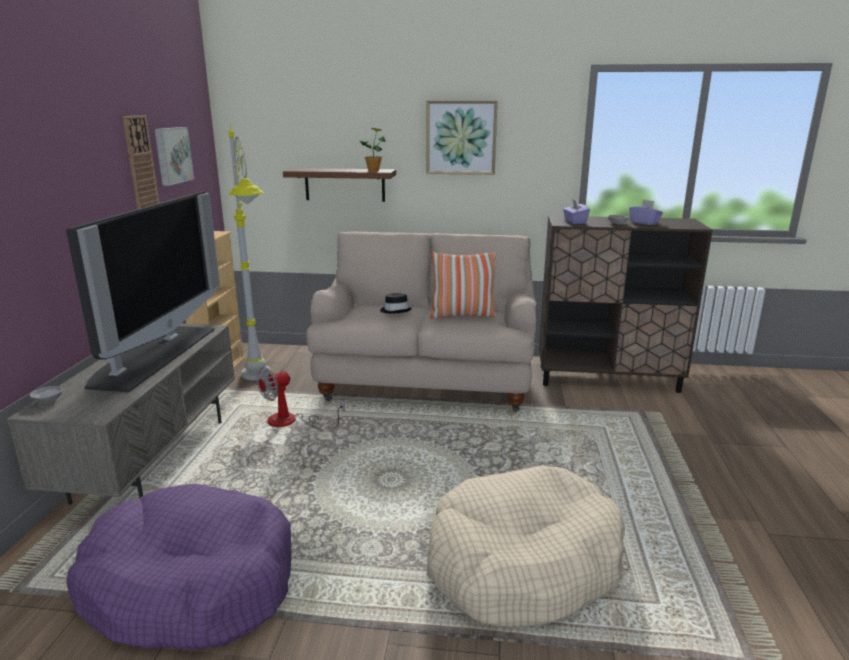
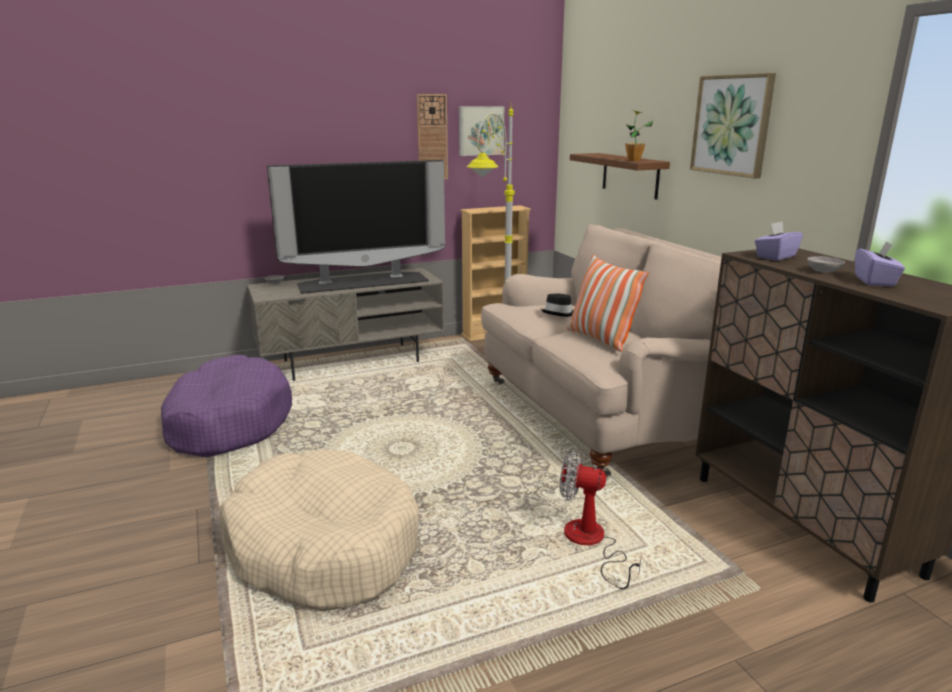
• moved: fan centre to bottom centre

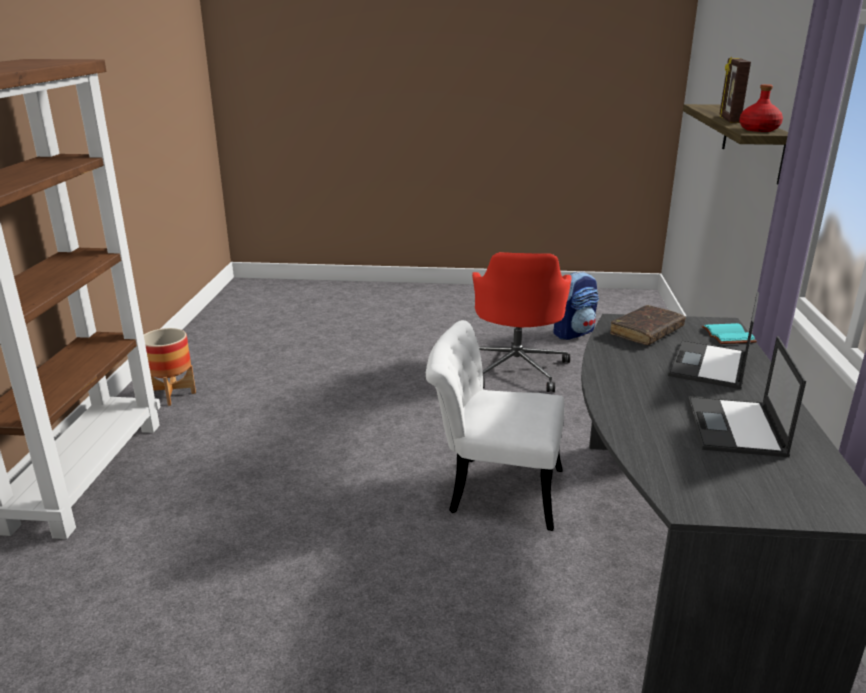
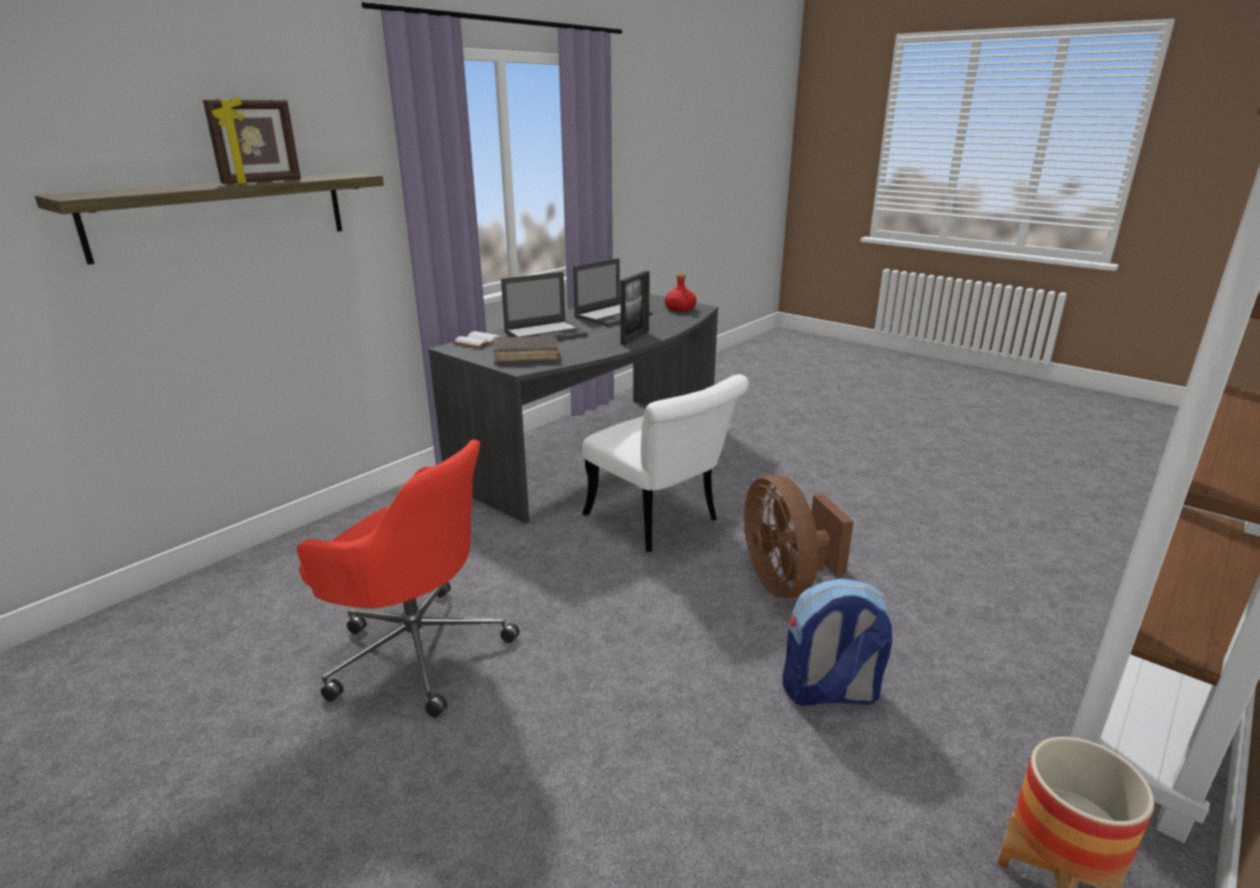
• moved: red bottle top right to top centre
• turned: red office chair centre = middle left 75 degrees clockwise
• moved: backpack centre to bottom centre
• recoloured: turquoise book middle right to white book centre
• added: picture frame (2nd from left) centre
• added: brown fan centre

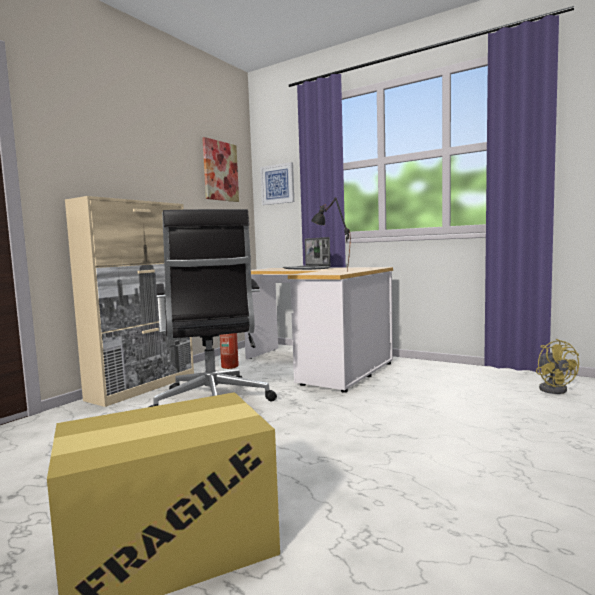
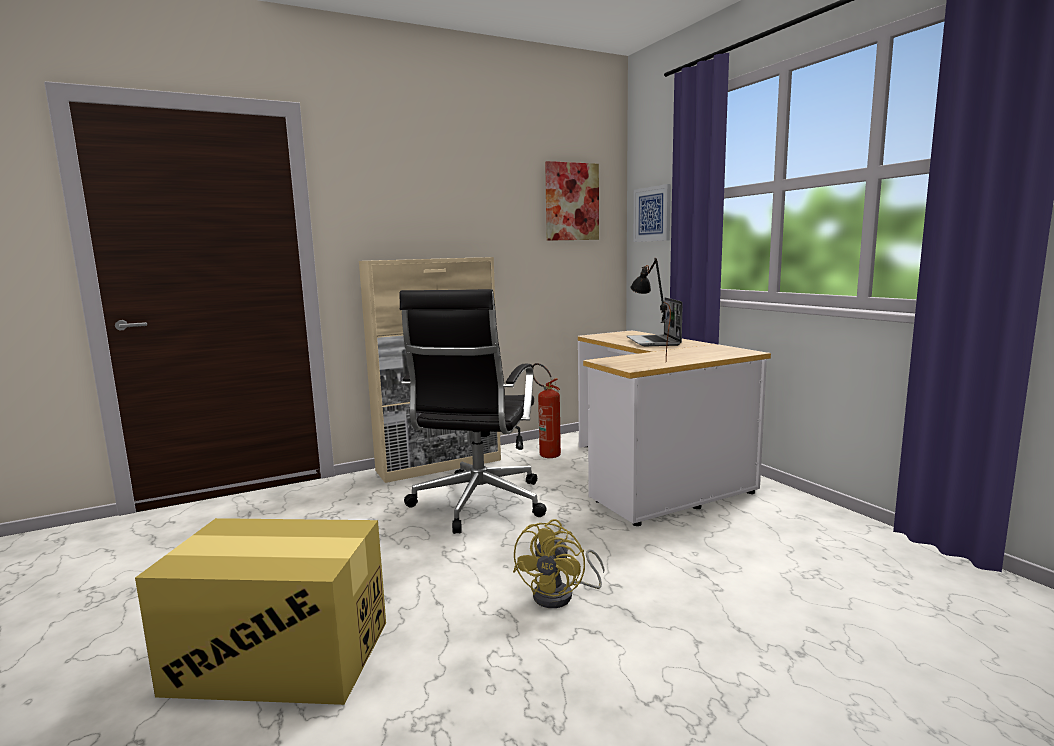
• moved: yellow fan middle right to bottom centre

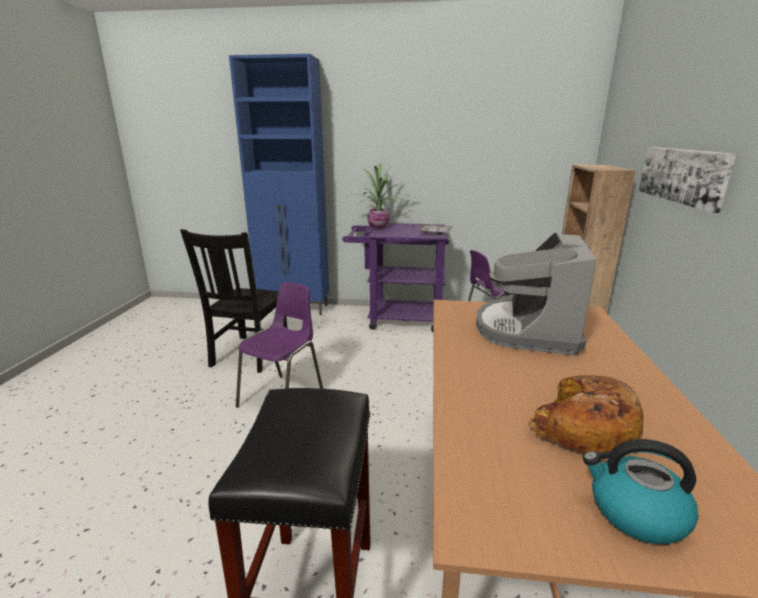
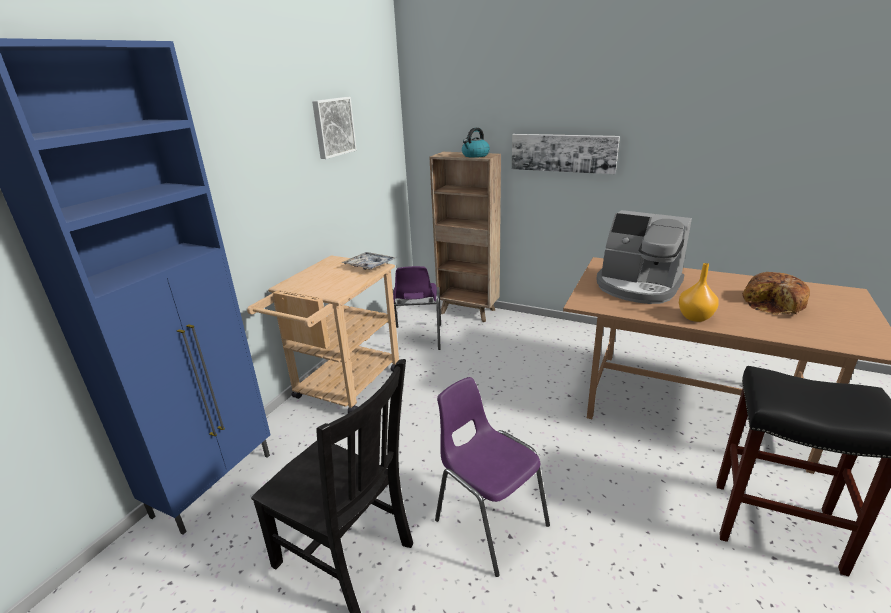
• removed: potted plant top centre
• recoloured: purple cart centre to beige cart centre
• moved: kettle bottom right to top centre
• added: picture (1st from left) top centre
• added: orange vase middle right

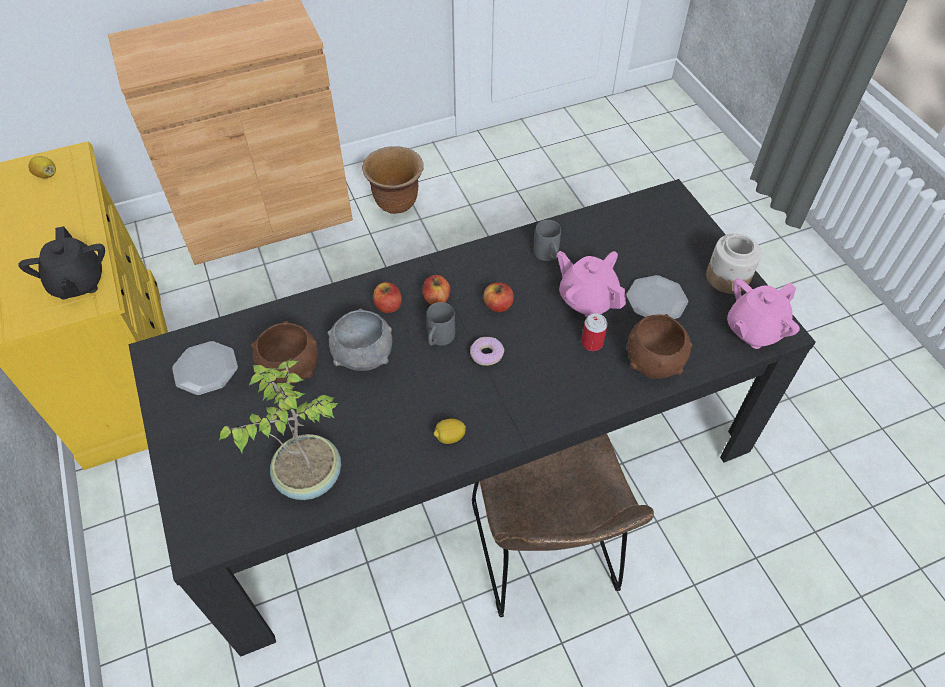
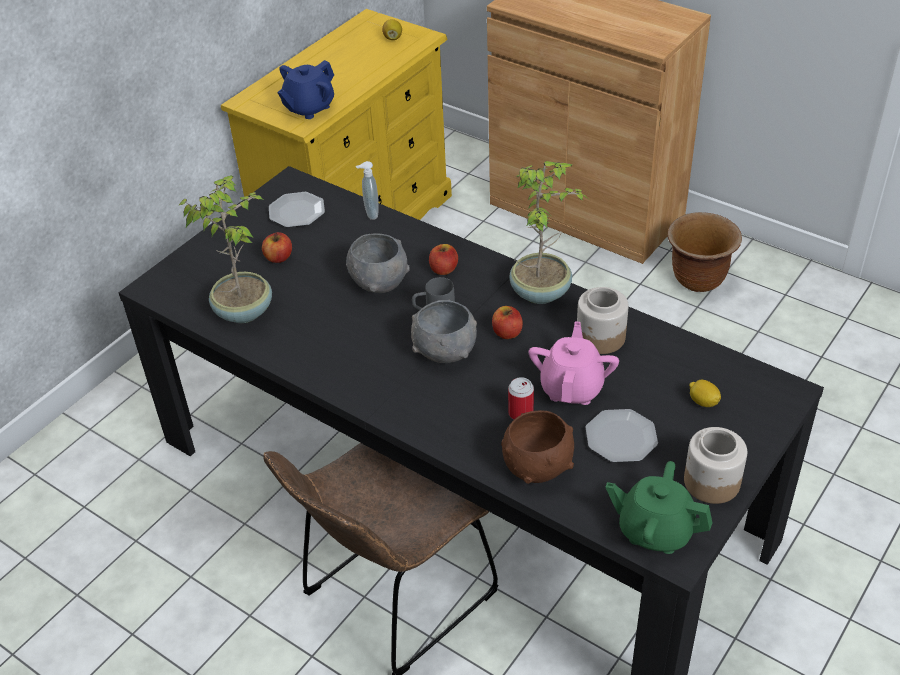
• replaced: grey mug (2nd from left) centre to jar (1st from left) middle right
• recoloured: black teapot middle left to blue teapot top centre
• moved: apple (2nd from left in the first image) centre to apple (1st from left) middle left
• recoloured: pink teapot (2nd from left) middle right to green teapot bottom right
• removed: brown bowl (1st from left) middle left
• replaced: donut centre to grey bowl (2nd from left) centre
• moved: lemon (2nd from left) centre to middle right
• added: soap dispenser top centre
• added: potted plant (2nd from left) centre

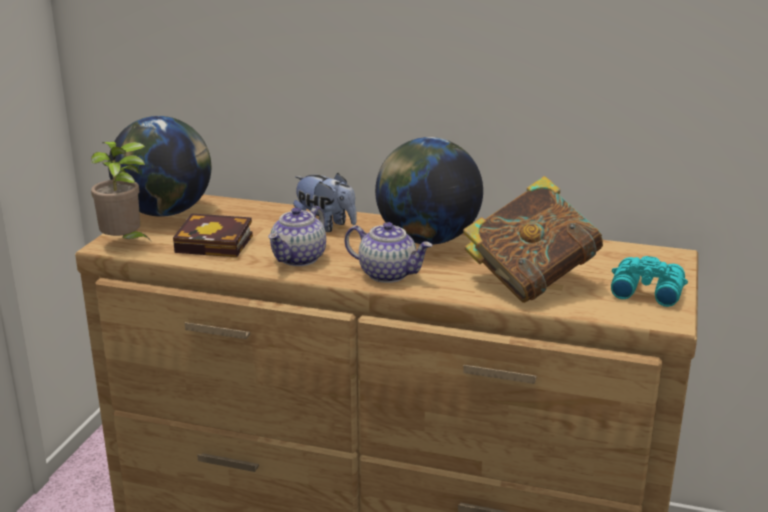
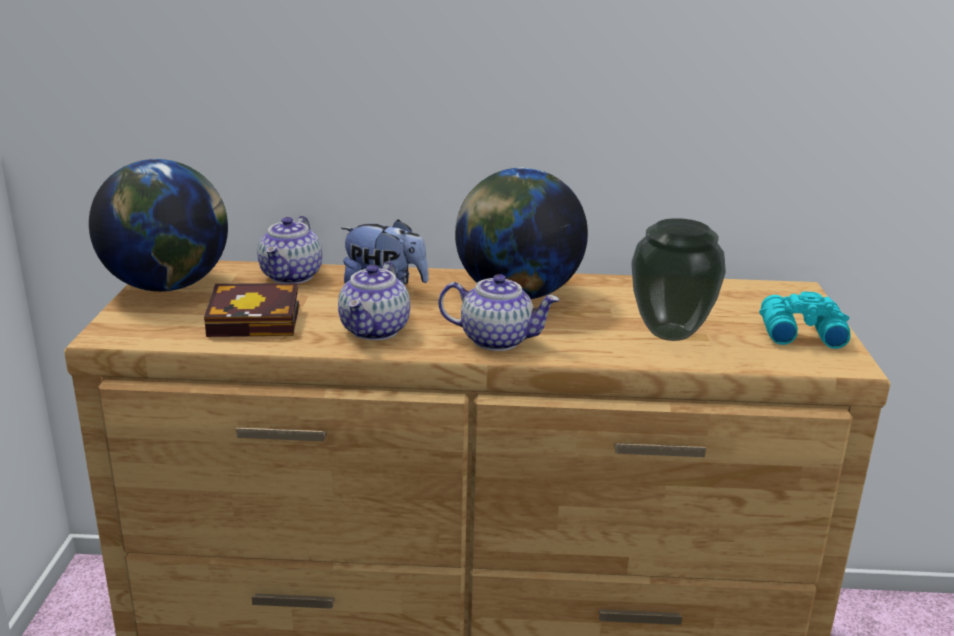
• removed: potted plant middle left
• replaced: book (2nd from left) middle right to vase middle right
• added: teapot (1st from left) middle left

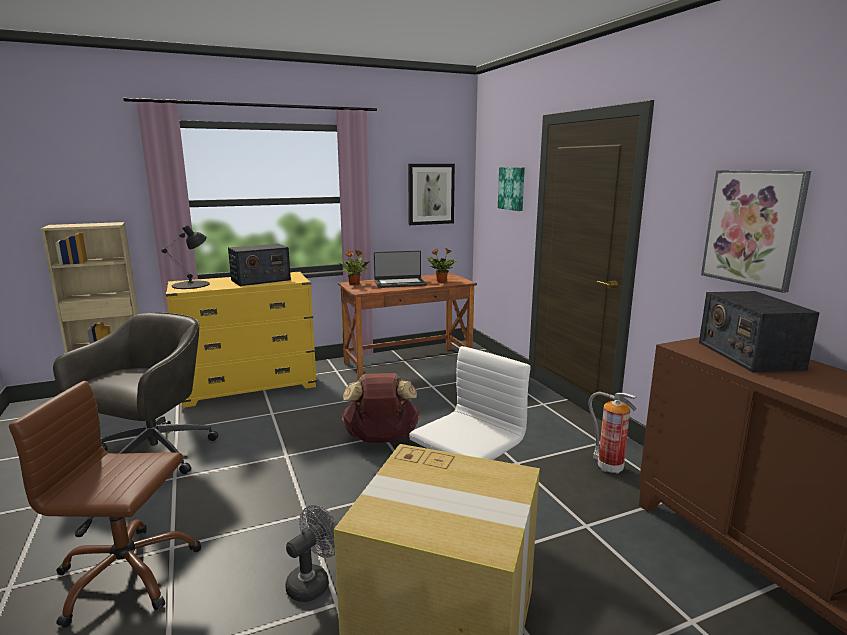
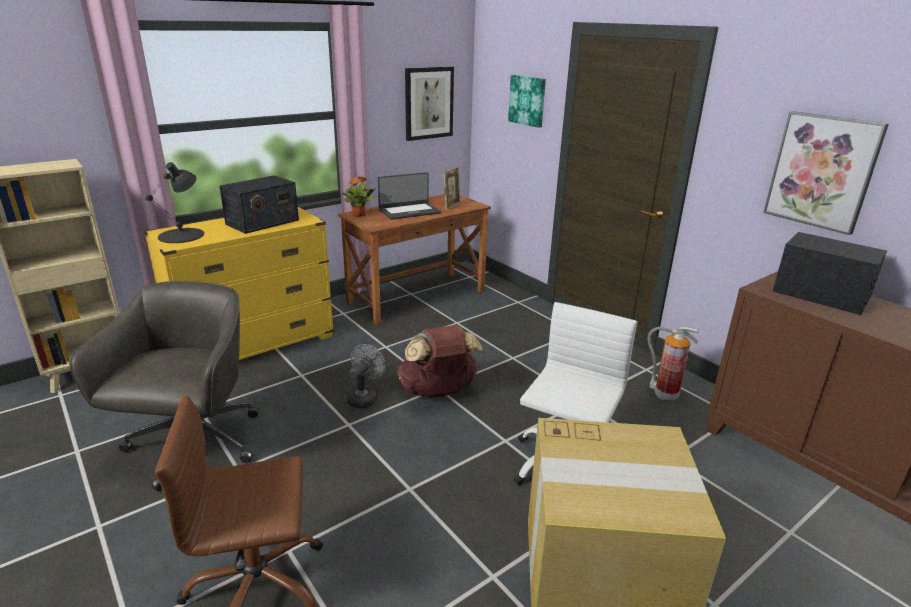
• replaced: potted plant (2nd from left) centre to picture frame top centre
• turned: radio (2nd from left) middle right = middle right 150 degrees clockwise
• moved: grey fan bottom centre to centre

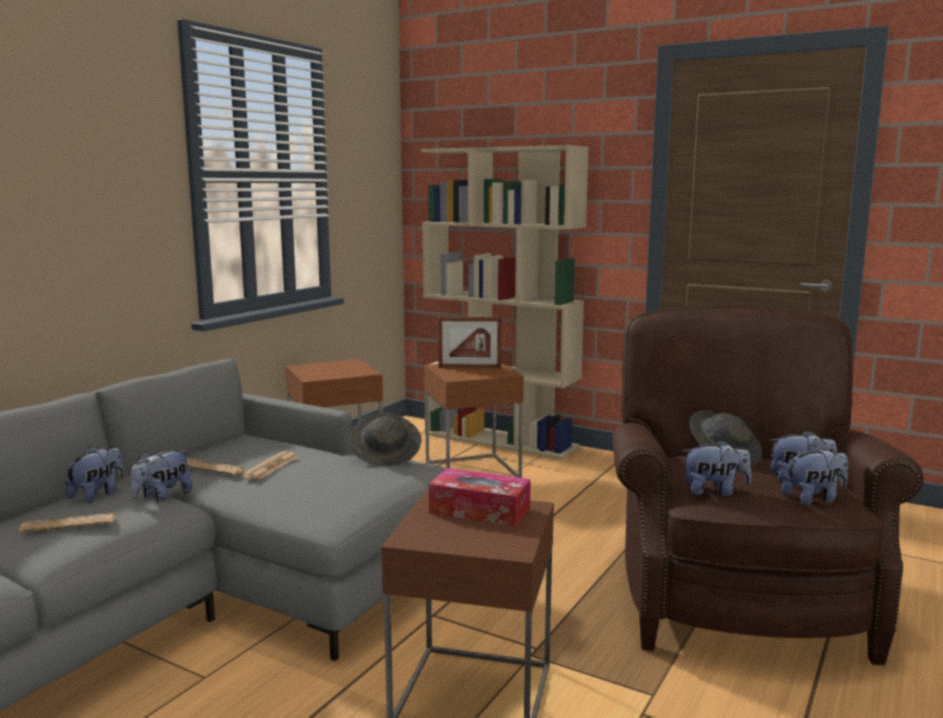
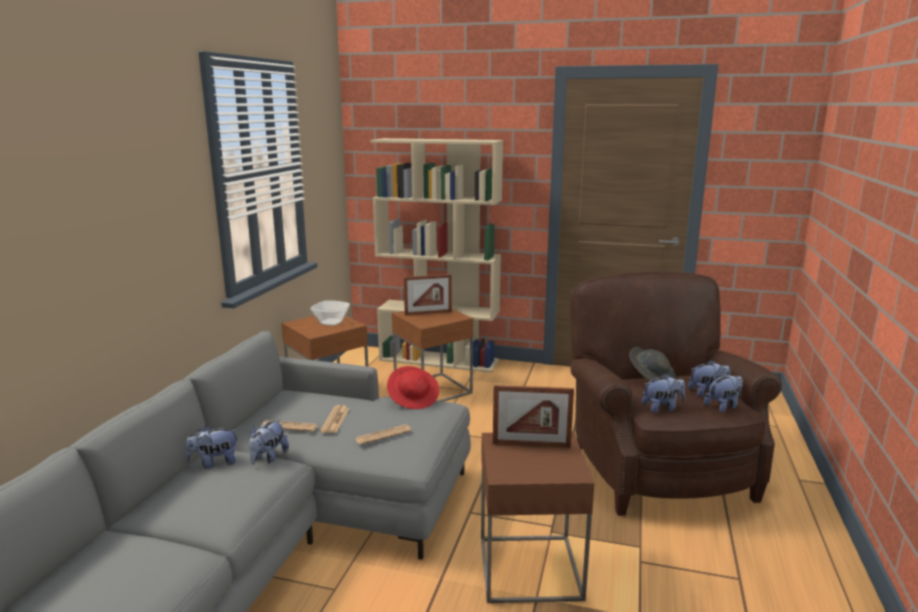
• recoloured: grey hat (1st from left) centre to red hat centre
• turned: plush toy (1st from left) middle left = bottom left 120 degrees counterclockwise
• replaced: tissue box bottom centre to picture frame (2nd from left) bottom centre
• moved: newspaper (1st from left in the first image) bottom left to newspaper (3rd from left) bottom centre
• added: bowl centre

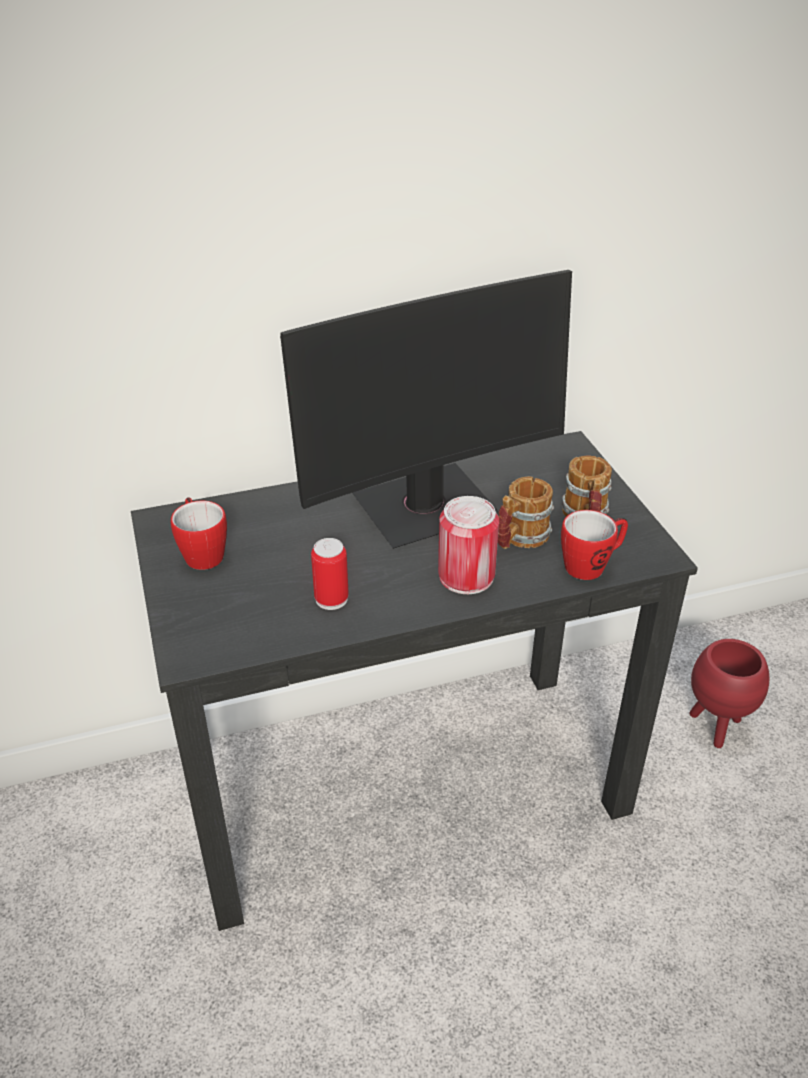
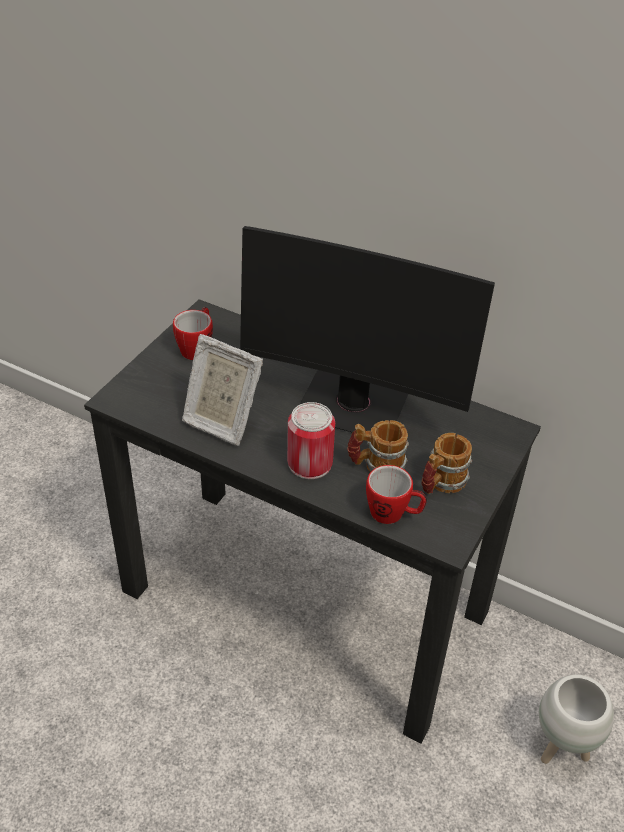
• replaced: can (1st from left) centre to picture frame centre
• recoloured: red planter middle right to white planter bottom right

